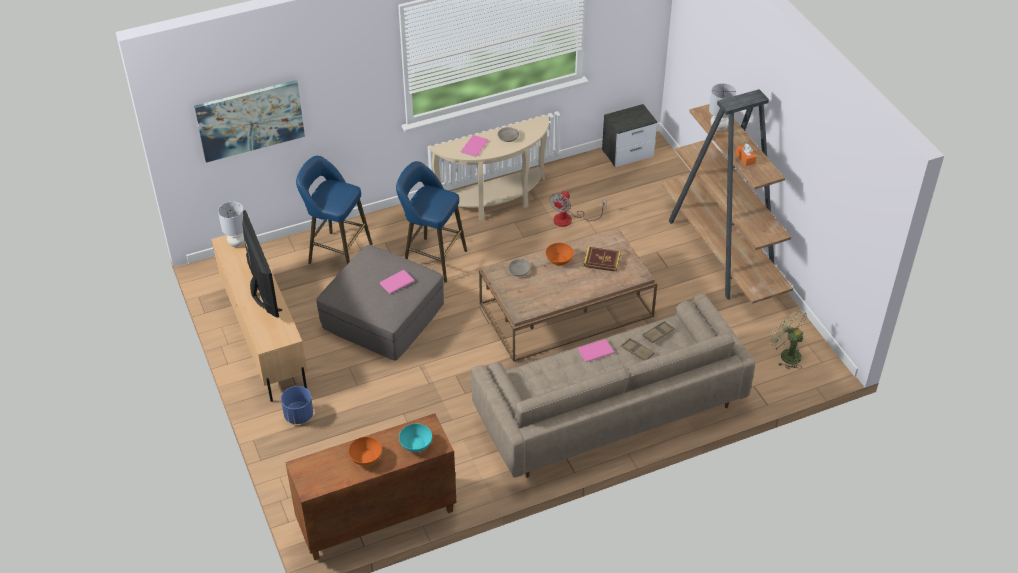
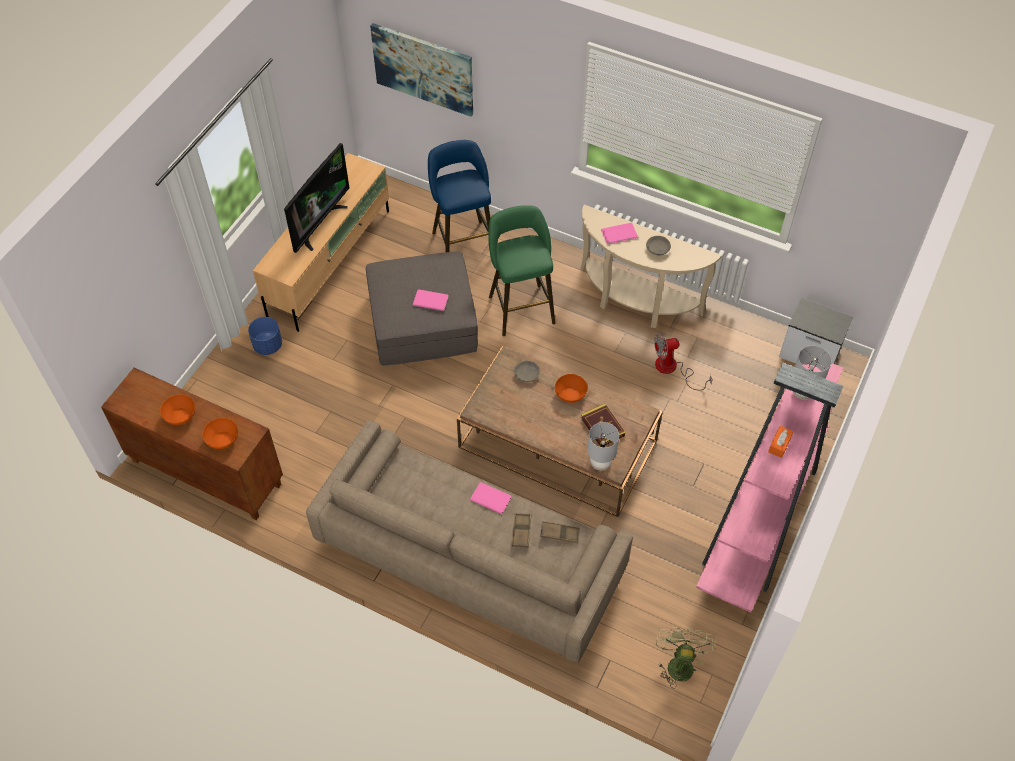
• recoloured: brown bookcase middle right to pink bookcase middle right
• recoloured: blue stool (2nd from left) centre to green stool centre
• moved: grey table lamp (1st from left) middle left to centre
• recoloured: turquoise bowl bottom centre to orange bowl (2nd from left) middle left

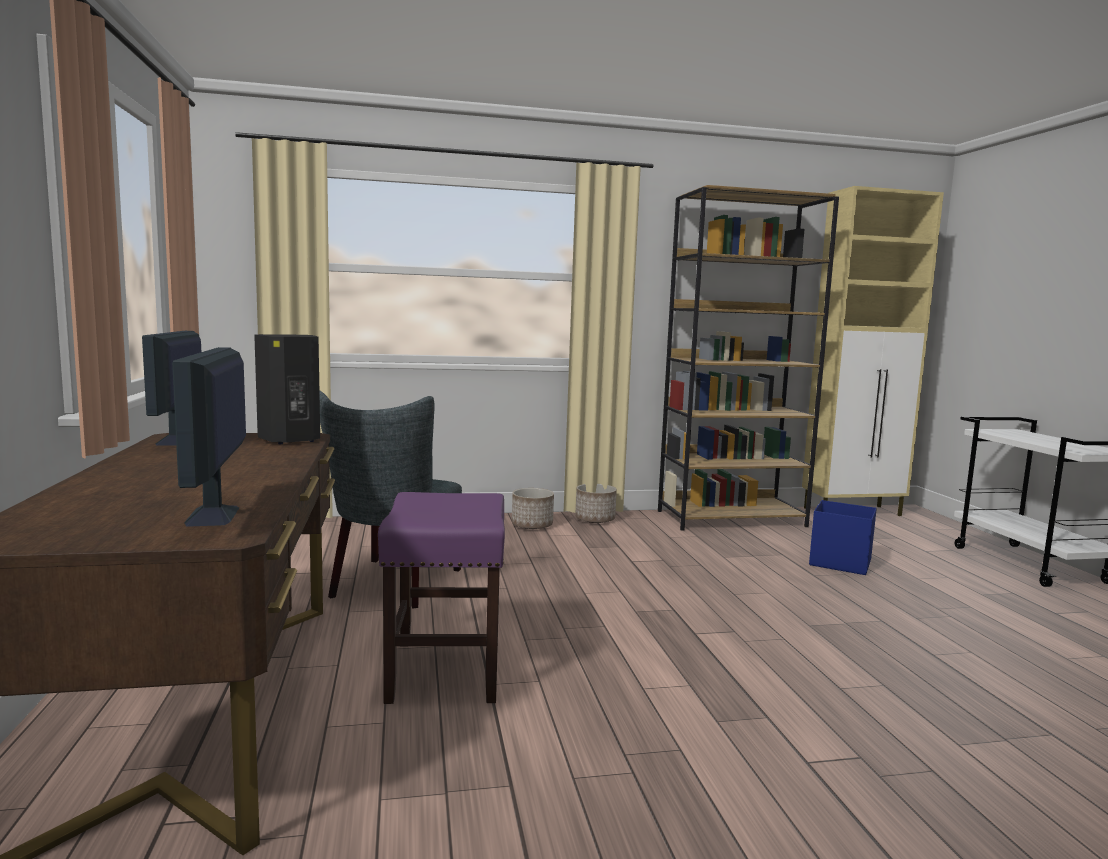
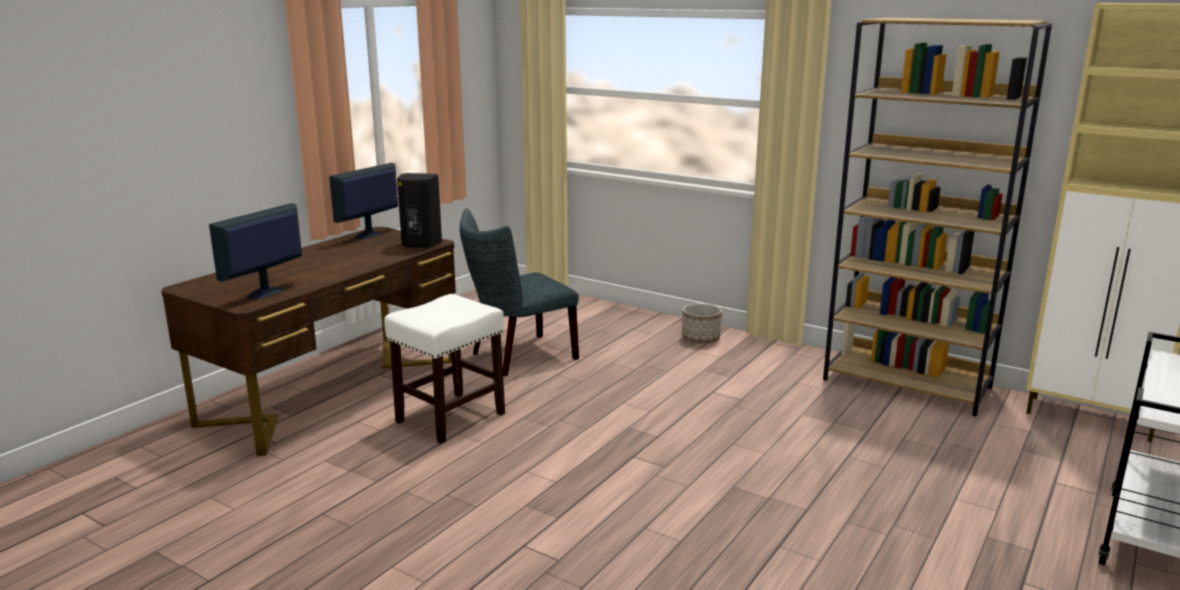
• removed: planter (2nd from left) centre
• recoloured: purple stool bottom centre to white stool centre
• removed: blue storage box middle right

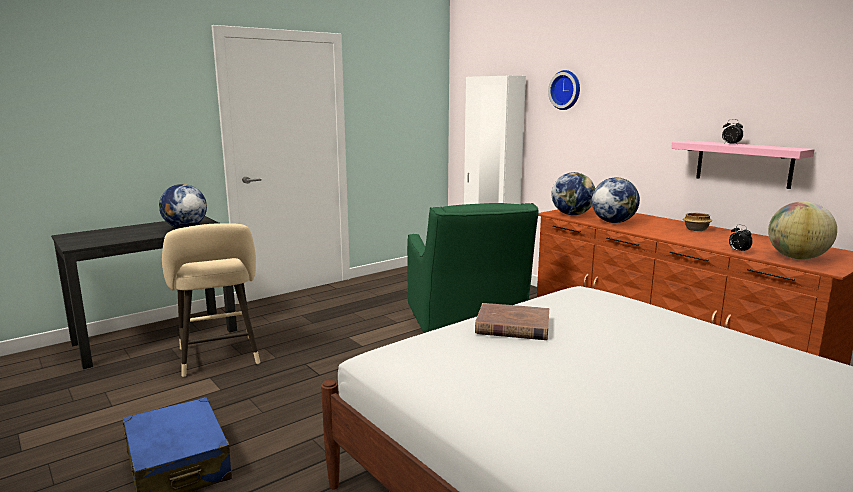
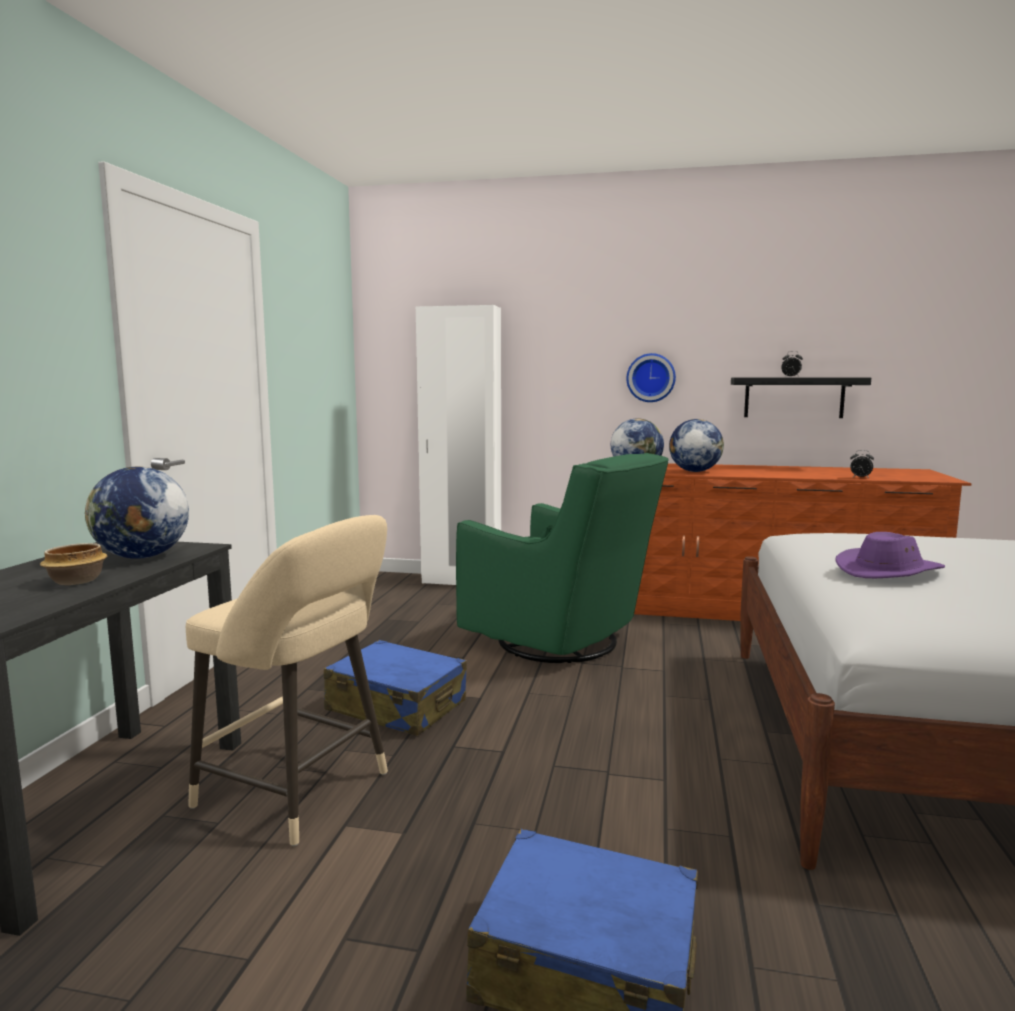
• moved: wall clock top centre to centre
• recoloured: pink shelf middle right to black shelf middle right
• removed: globe (4th from left) middle right
• moved: bowl middle right to middle left
• replaced: brown book centre to purple hat middle right
• added: blue suitcase (1st from left) bottom centre

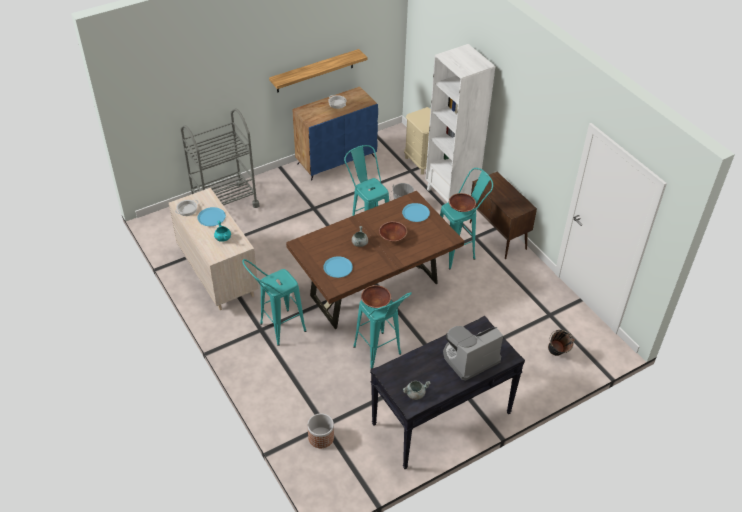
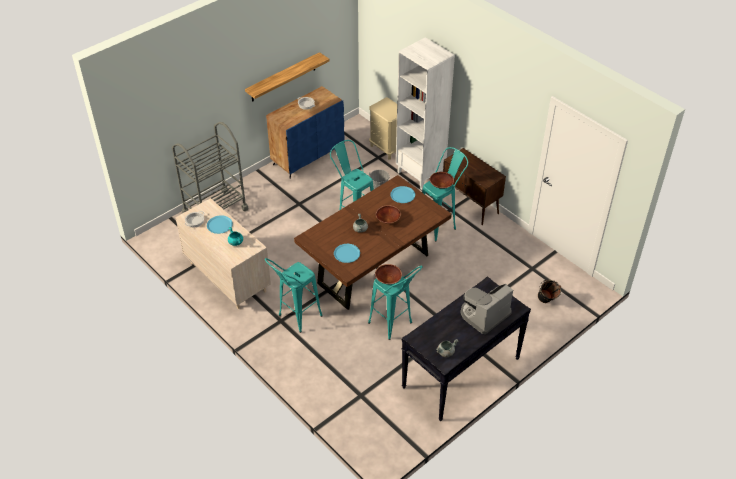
• removed: planter bottom centre

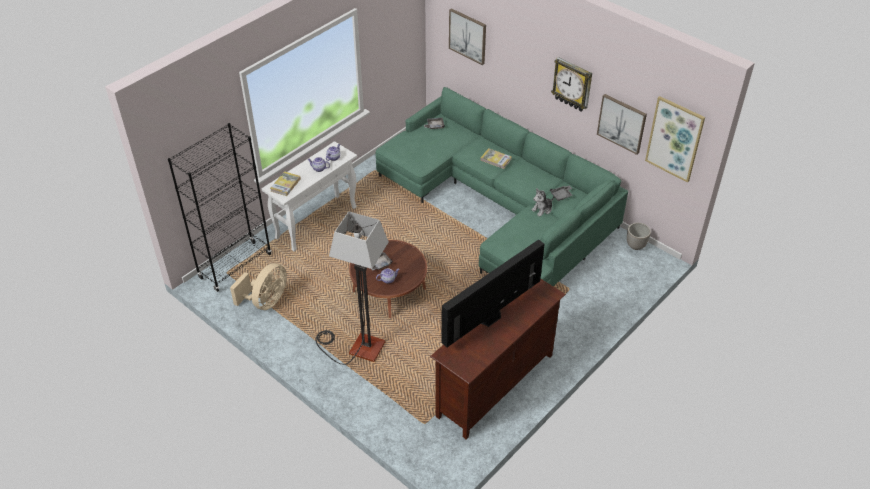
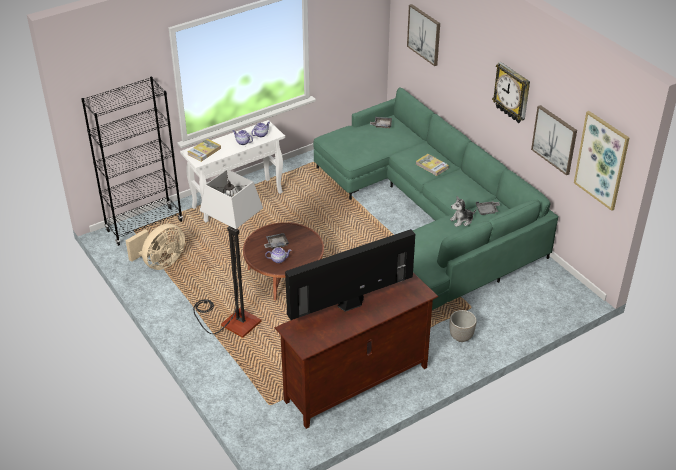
• moved: planter middle right to bottom right

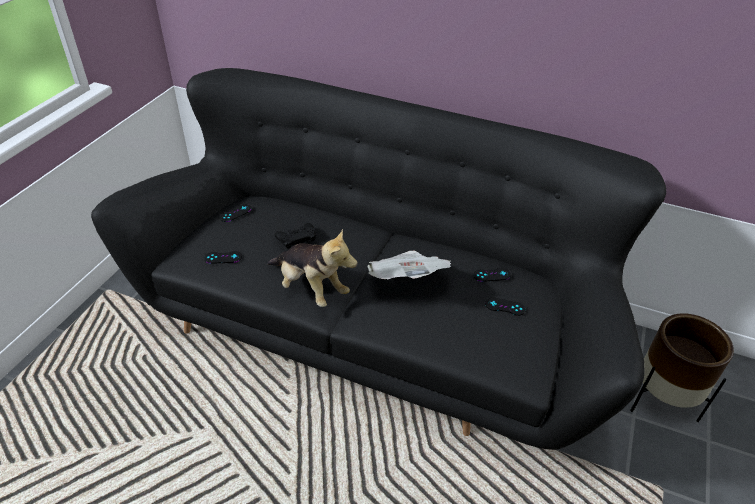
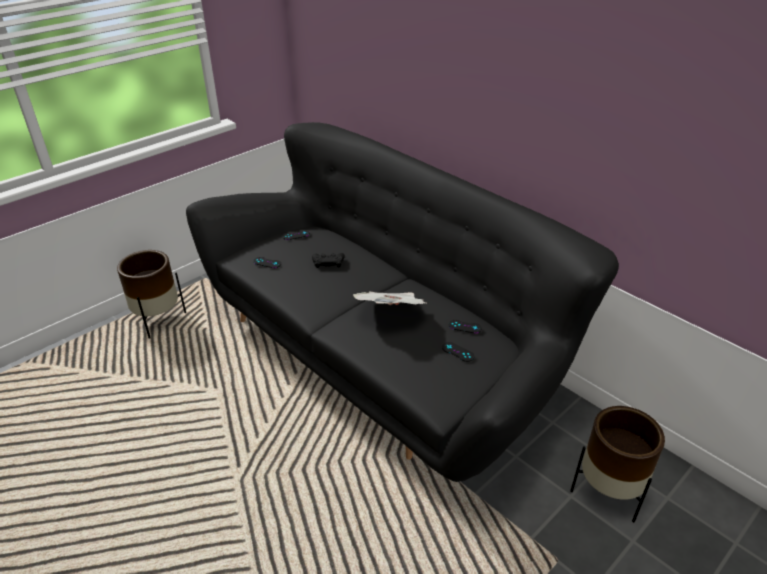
• removed: plush toy centre
• added: brown planter (1st from left) middle left

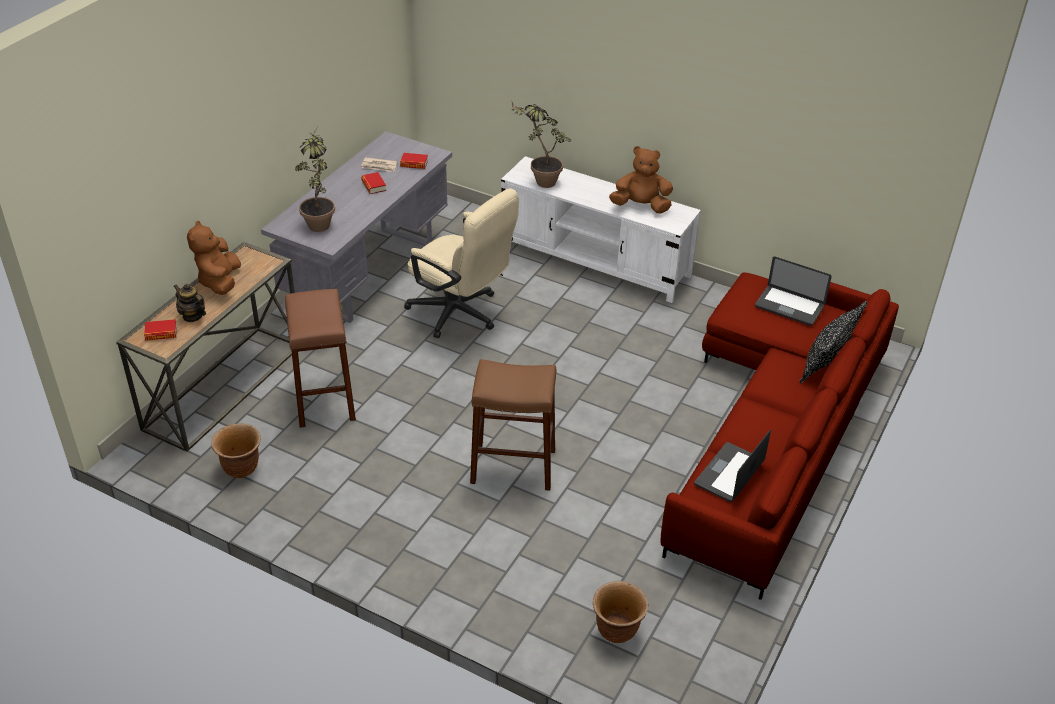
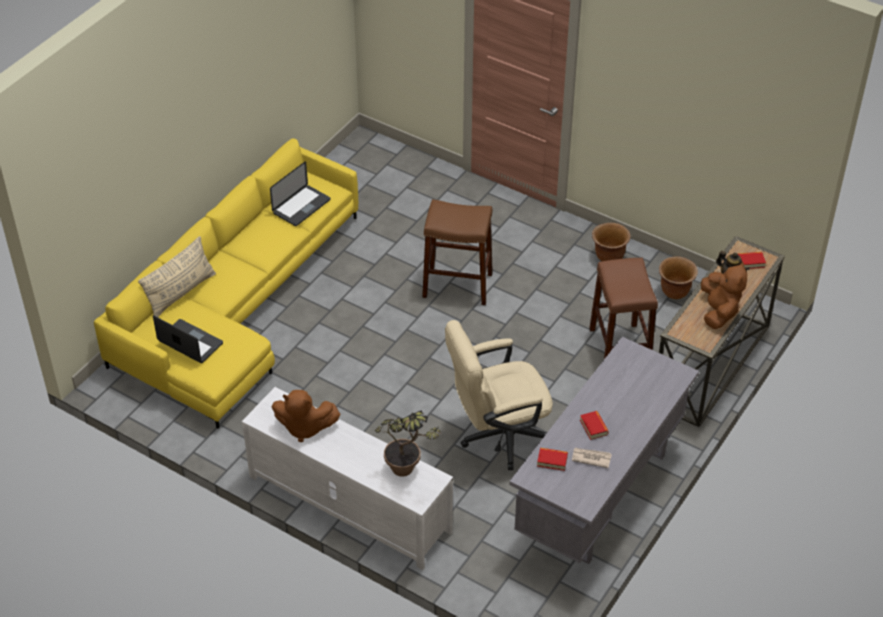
• removed: potted plant (1st from left) top left
• turned: beige office chair centre = centre 60 degrees counterclockwise
• recoloured: red sofa middle right to yellow sofa middle left
• recoloured: black pillow middle right to beige pillow middle left
• moved: brown planter (2nd from left in the first image) bottom centre to brown planter (1st from left) middle right

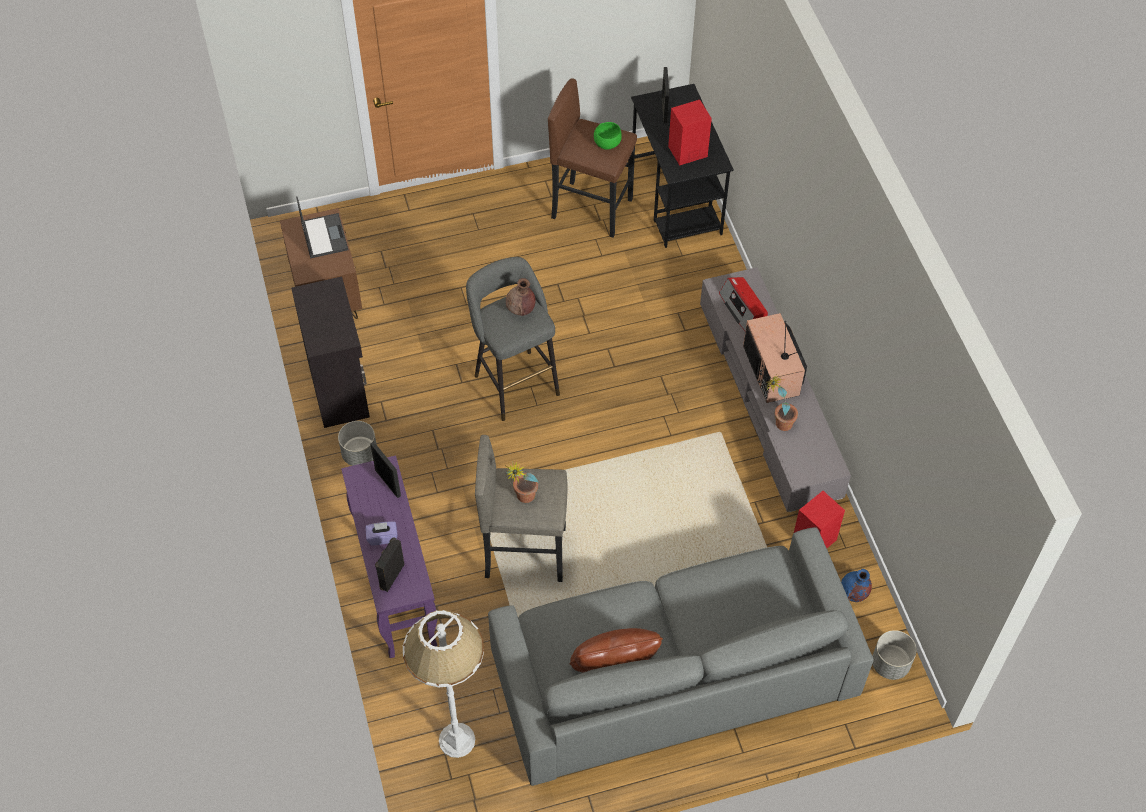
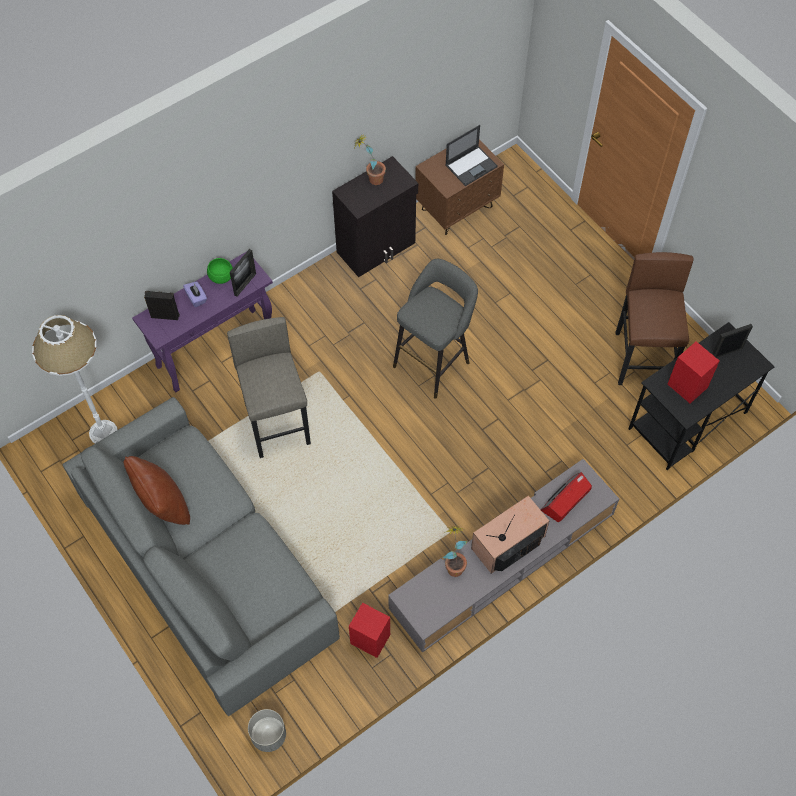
• moved: green bowl top centre to middle left
• removed: brown vase centre
• removed: grey planter (1st from left) middle left
• moved: potted plant (1st from left) centre to top centre
• removed: blue vase bottom right

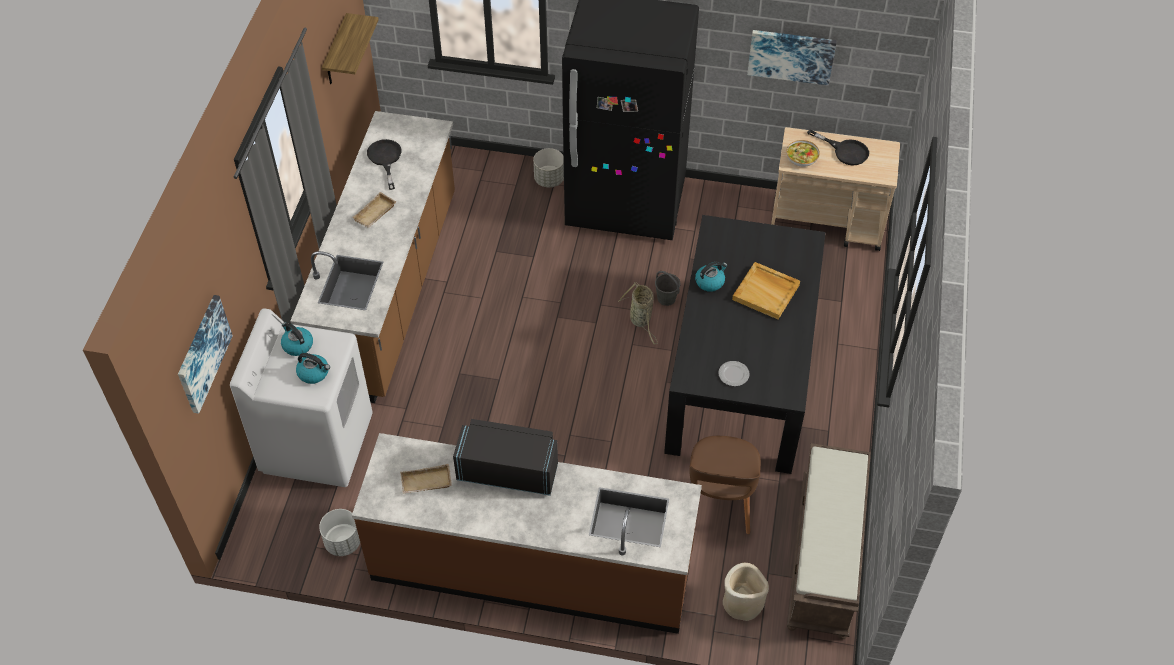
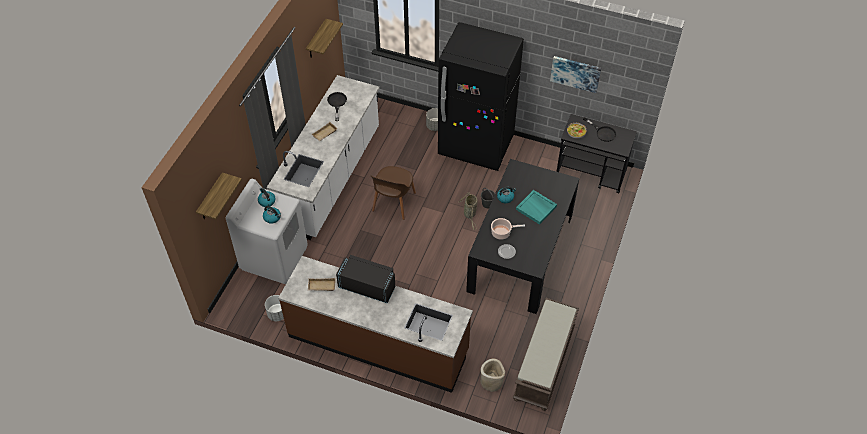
• recoloured: brown counter (1st from left) middle left to white counter centre
• recoloured: beige cart top right to black cart middle right
• recoloured: beige tray (3rd from left) centre to turquoise tray centre
• replaced: picture (1st from left) middle left to shelf (1st from left) middle left
• moved: brown chair bottom centre to centre
• added: cooking pot centre

